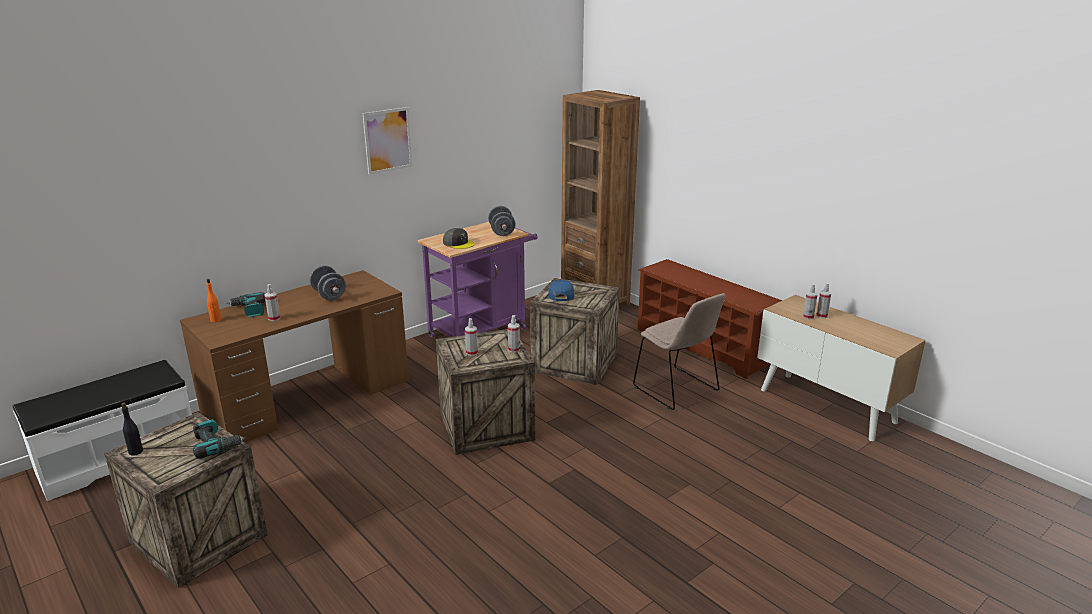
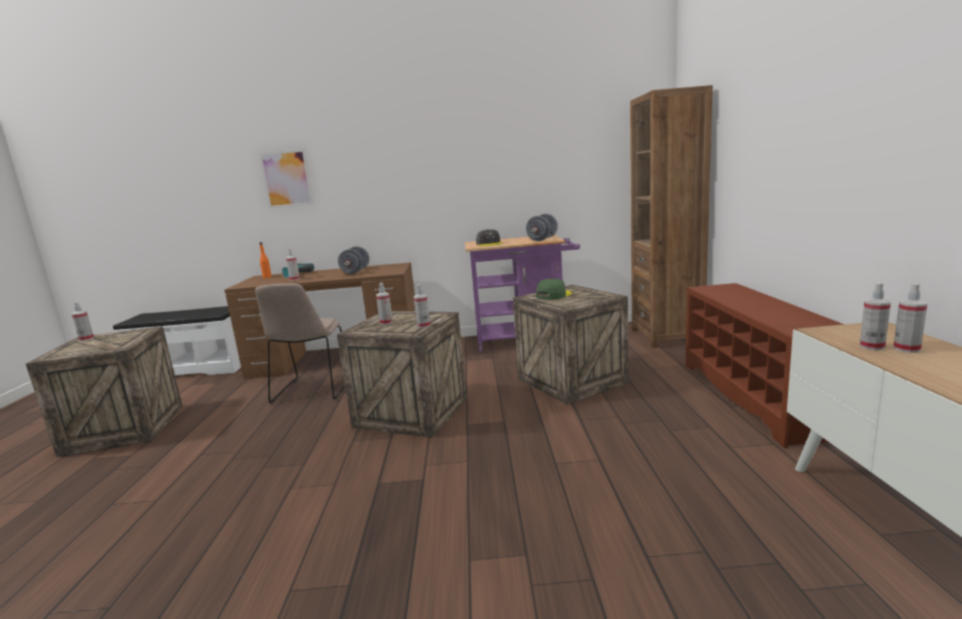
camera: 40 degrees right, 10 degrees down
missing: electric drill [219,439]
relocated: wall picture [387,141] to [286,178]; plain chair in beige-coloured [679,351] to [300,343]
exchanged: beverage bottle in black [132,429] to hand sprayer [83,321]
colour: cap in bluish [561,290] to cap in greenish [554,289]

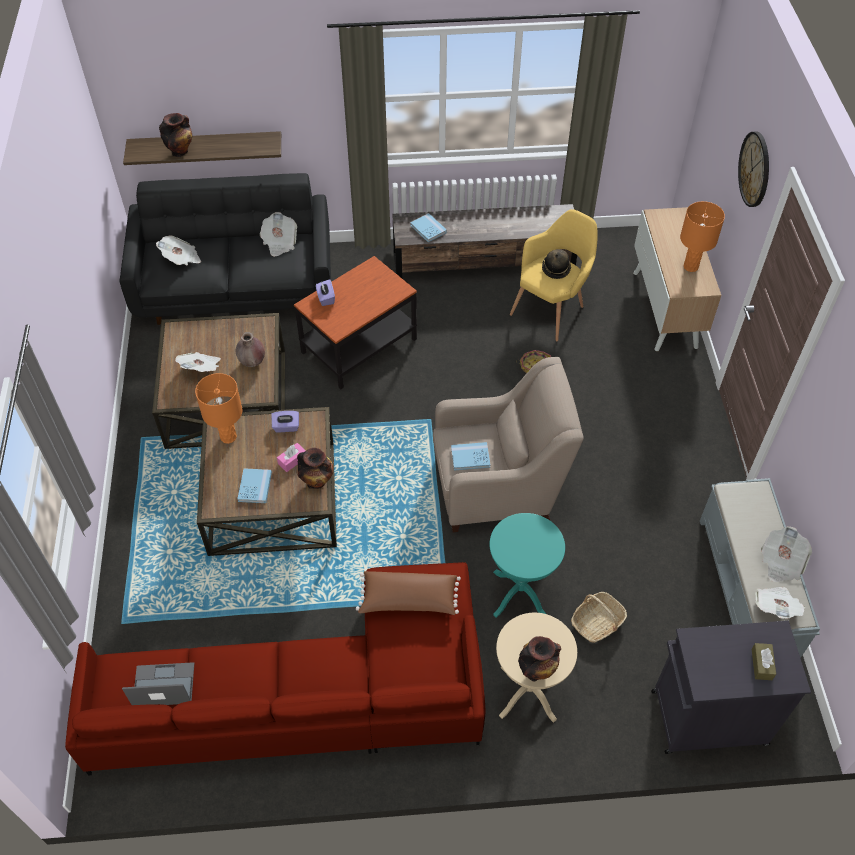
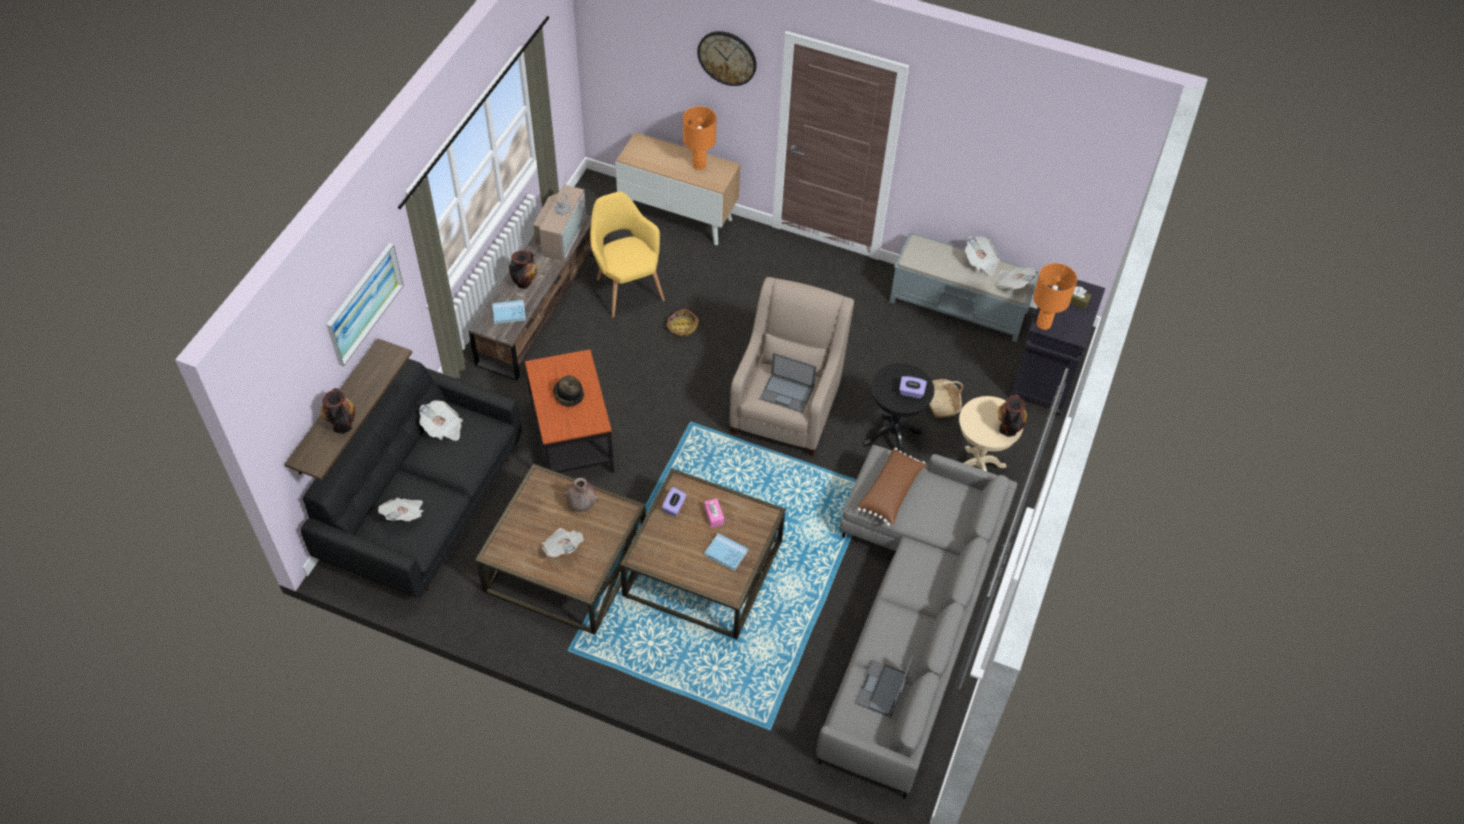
camera: 65 degrees left, 0 degrees up
appeared: television [559,216]; wall picture [365,305]
relocated: clothing hat [556,264] to [568,390]; tissue box in purple [325,292] to [913,387]; lamp for a table in orange-coloured [218,408] to [1055,296]; flower vase [315,468] to [523,269]
exchanged: bound book in bluish [471,456] to laptop [788,383]
colour: side table in turquoise [527,565] to side table in black [898,408]; sofa in red-coloured [275,669] to sofa in grey [916,622]

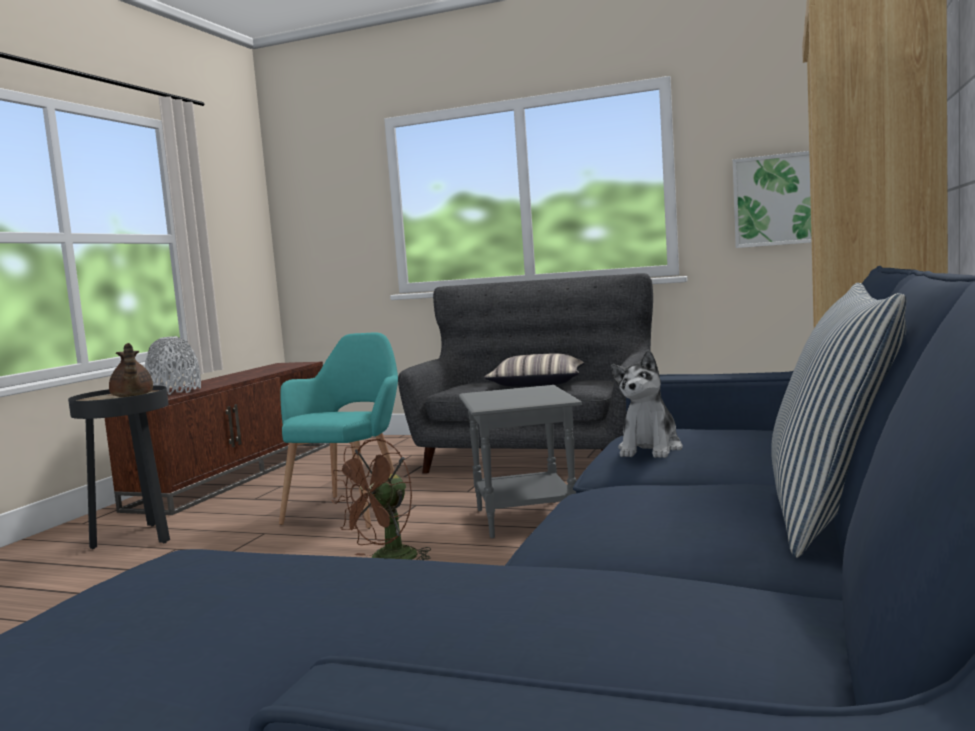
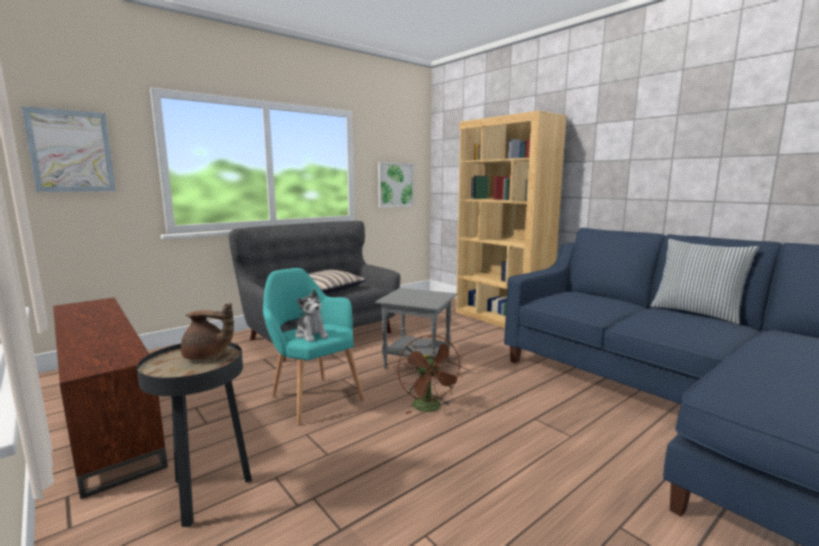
camera: 60 degrees left, 5 degrees up
missing: flower vase in grey [173,365]
appeared: wall picture [68,149]
relocated: soft toy [647,404] to [312,315]

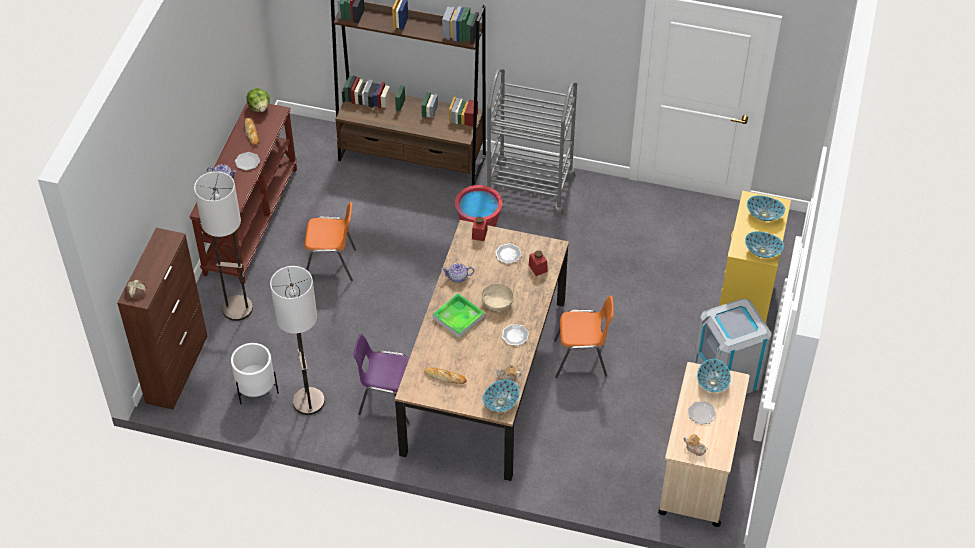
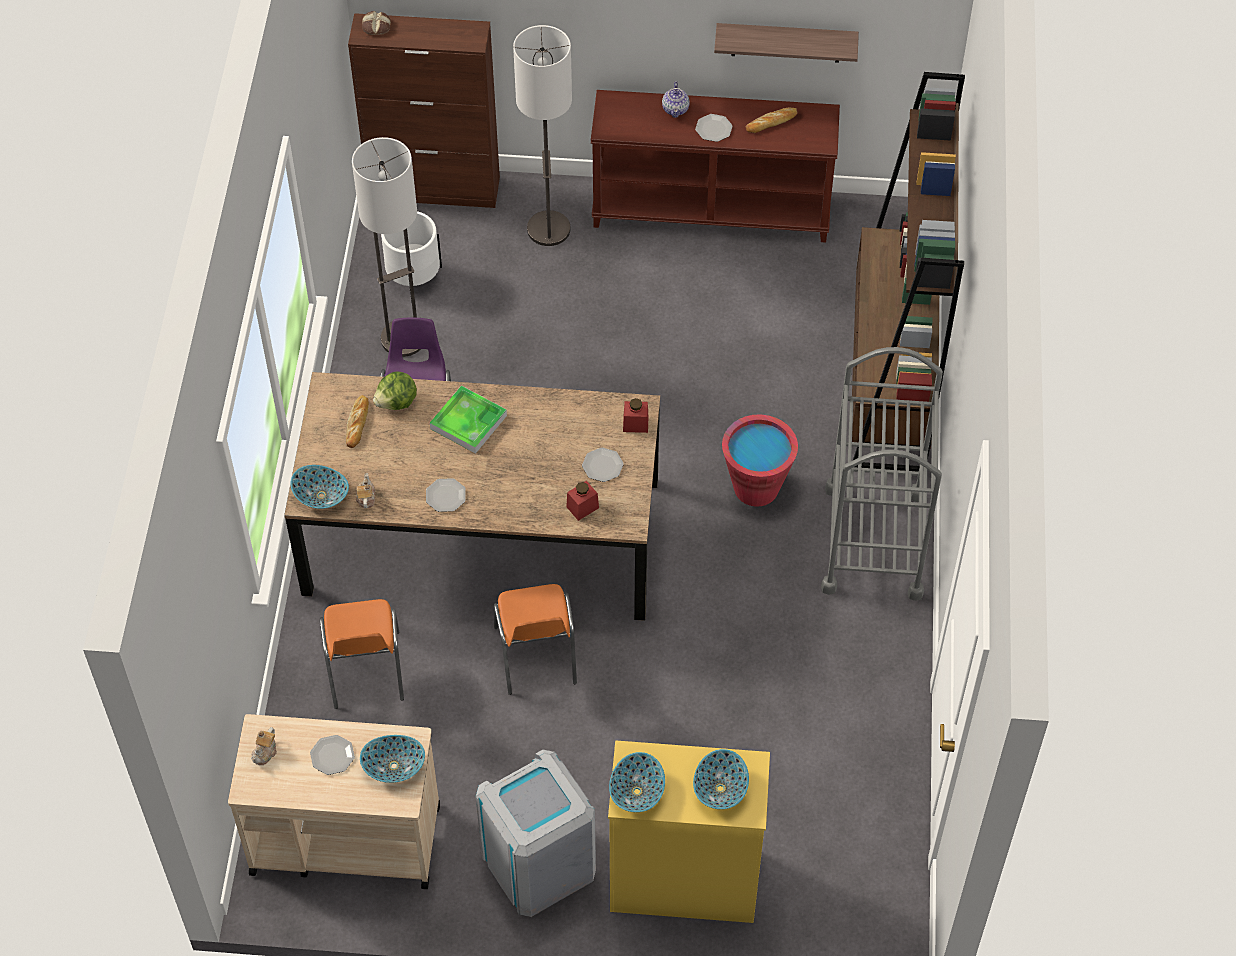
camera: 80 degrees right, 5 degrees up
missing: tea pot [458,273]; serving bowl in beige-coloured [497,297]
appeared: wall shelf [786,43]
relocated: lettuce head [258,100] to [395,390]; plain chair in orange-coloured [330,242] to [362,654]

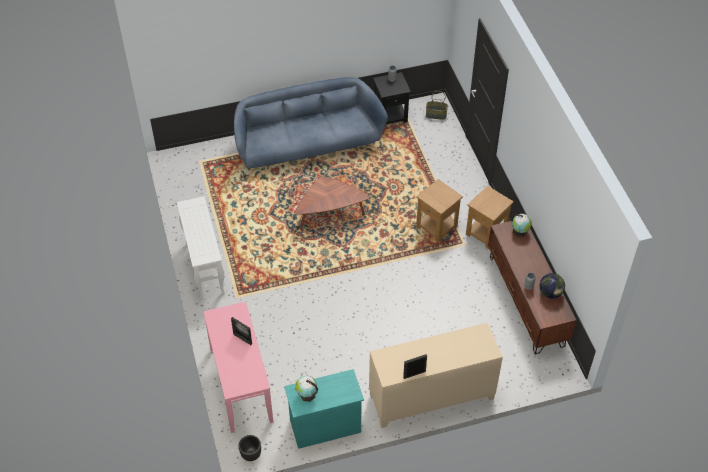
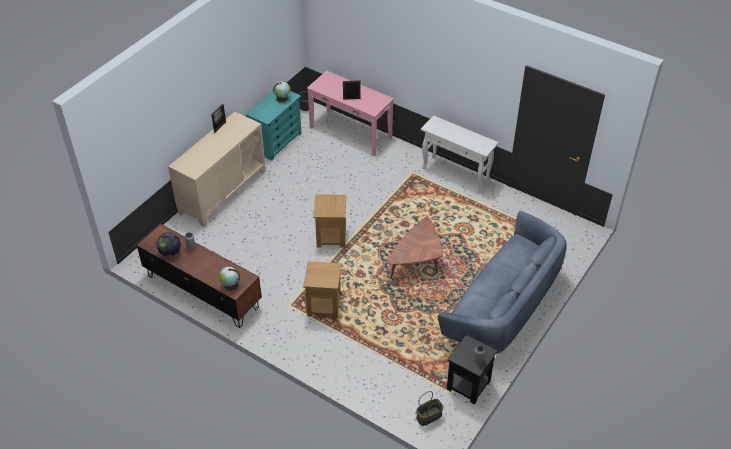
camera: 140 degrees right, 5 degrees down
relocated: side table in brown [490,217] to [330,221]

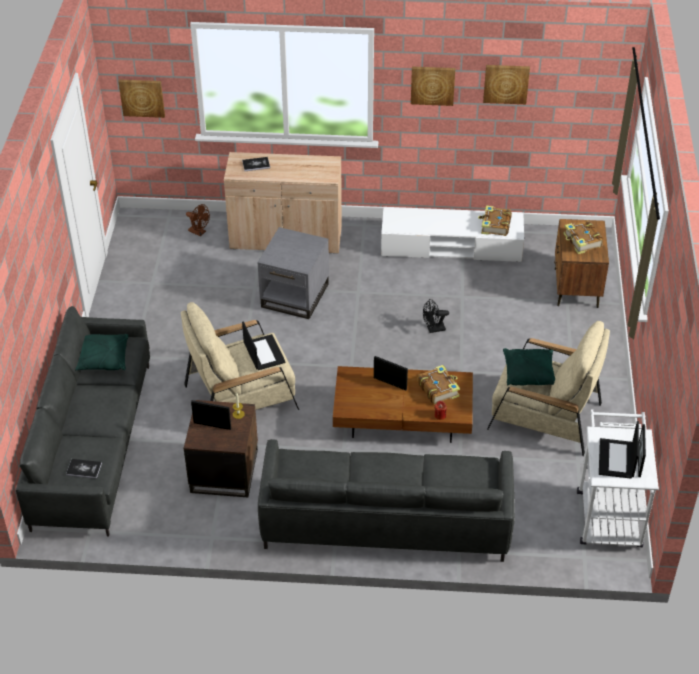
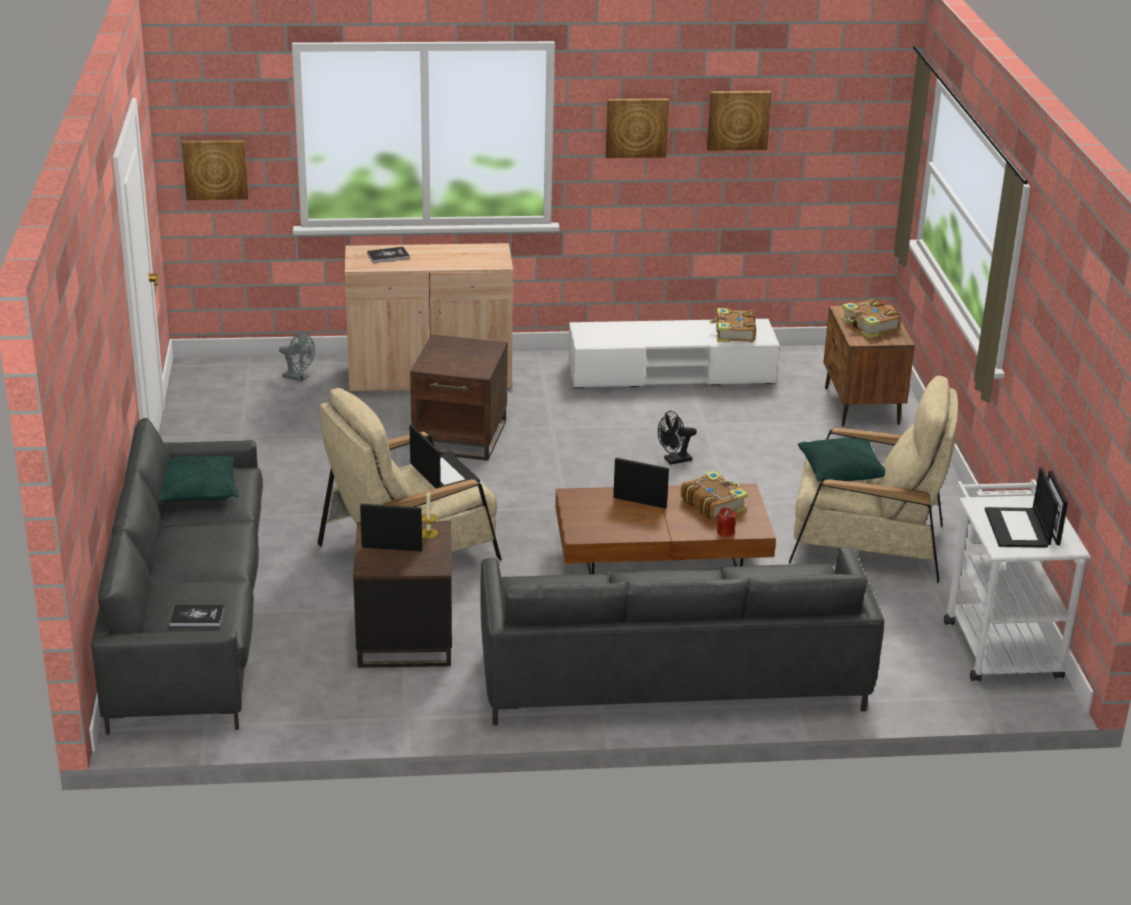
camera: 10 degrees left, 15 degrees down
colour: fan in brown [198,220] to fan in grey [297,356]; side table in grey [293,273] to side table in brown [459,398]

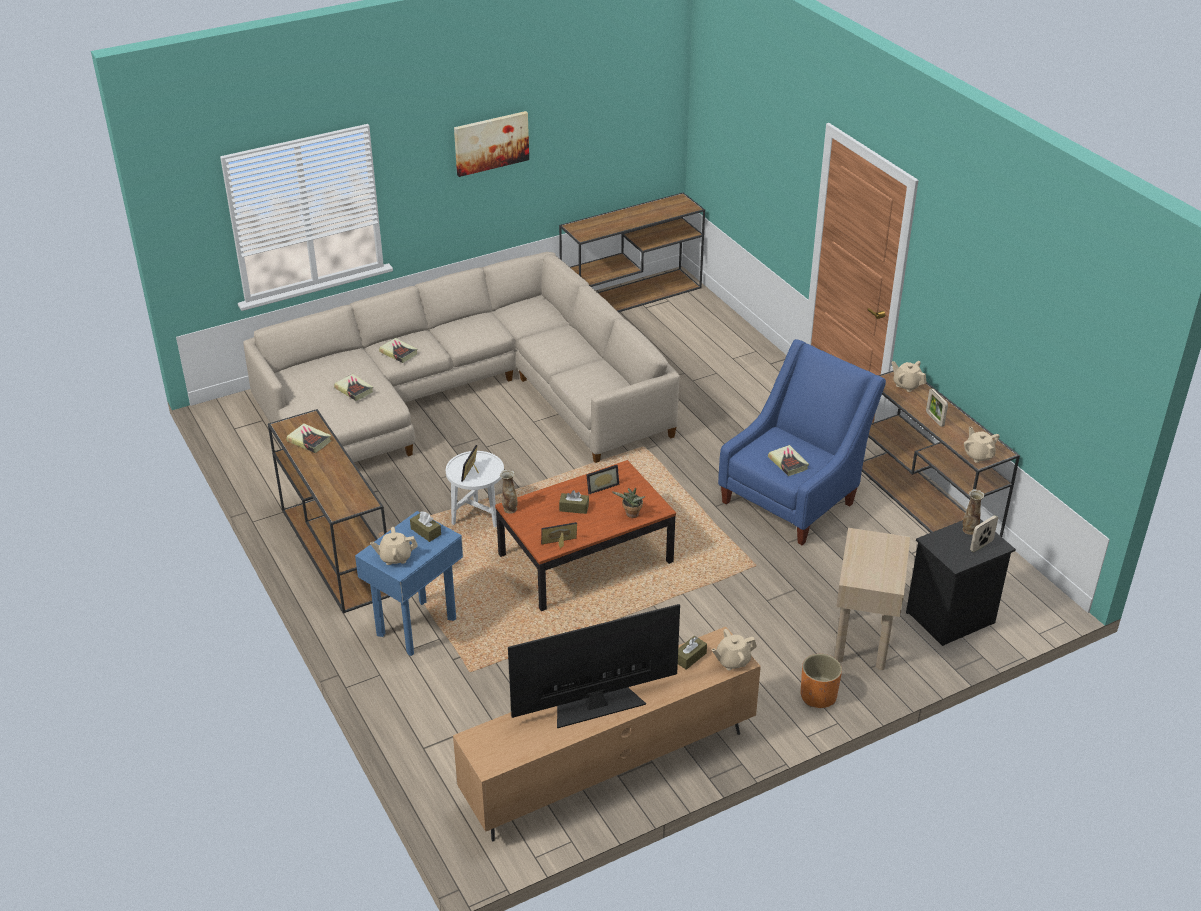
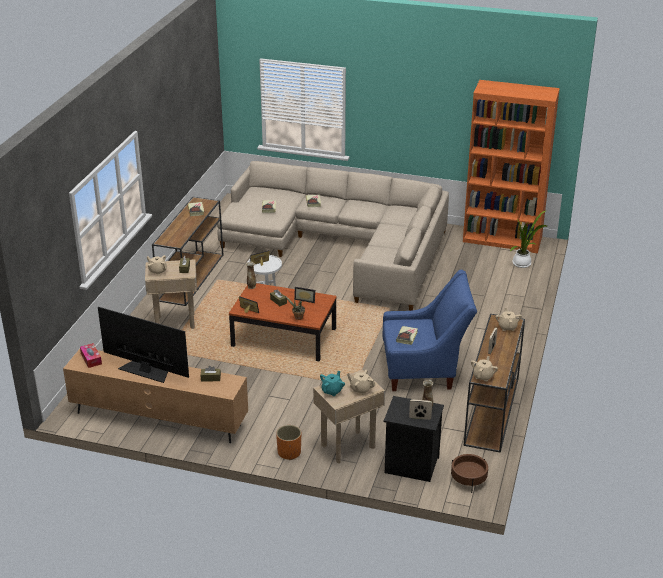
camera: 45 degrees right, 5 degrees down
missing: wall picture [491,144]
appeared: potted plant [528,239]; tissue box [91,355]; tea pot in turquoise [332,383]; planter in brown [469,473]
relocated: tea pot in beige-coloured [734,649] to [361,382]
exchanged: hall table in brown [632,252] to bookcase in orange-coloured [511,166]
colour: side table in bluish [409,583] to side table in beige-coloured [171,294]

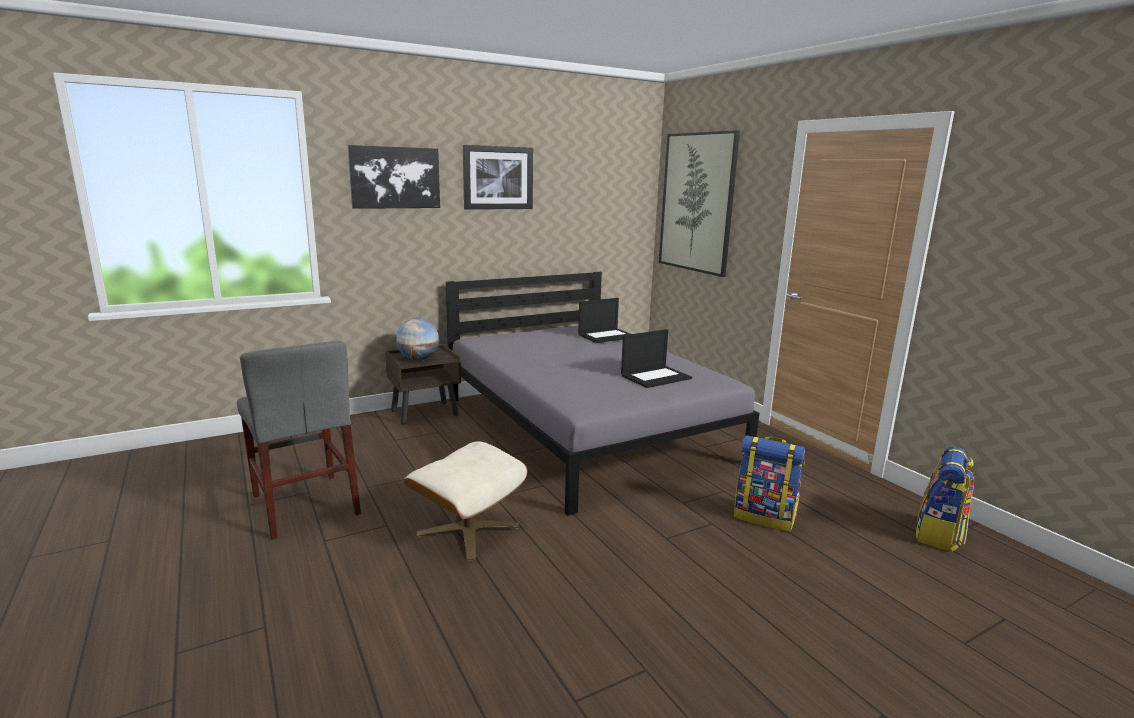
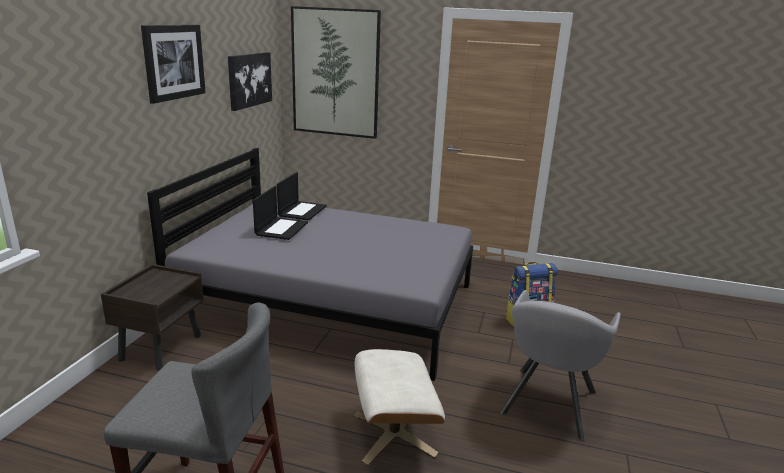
camera: 45 degrees left, 5 degrees up
missing: globe [417,339]; knapsack [945,498]
appeared: armchair in grey [560,366]
relocated: wall picture [394,177] to [250,81]; laptop [656,358] to [280,213]

